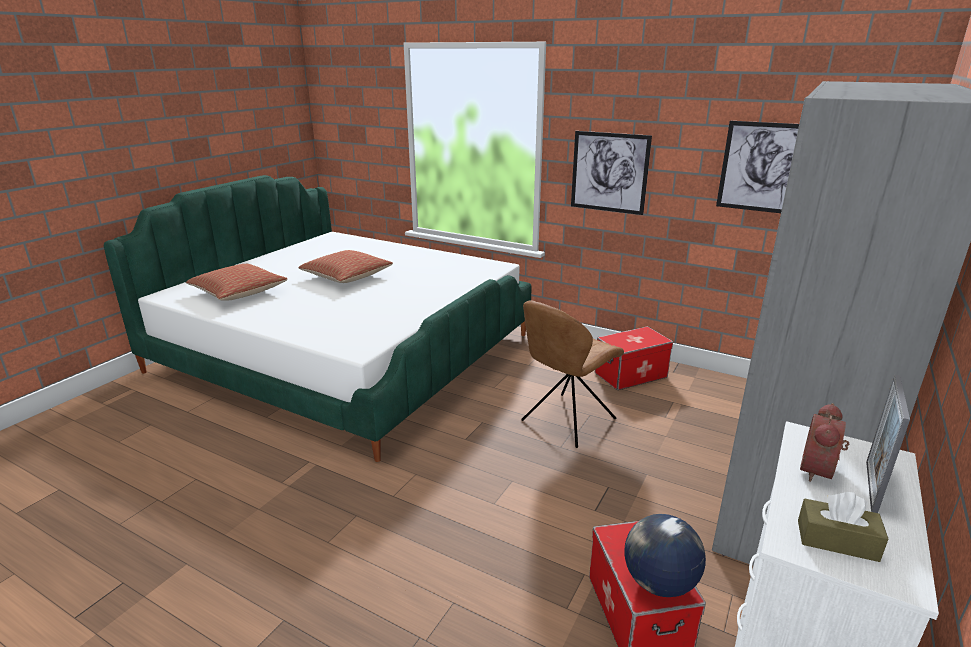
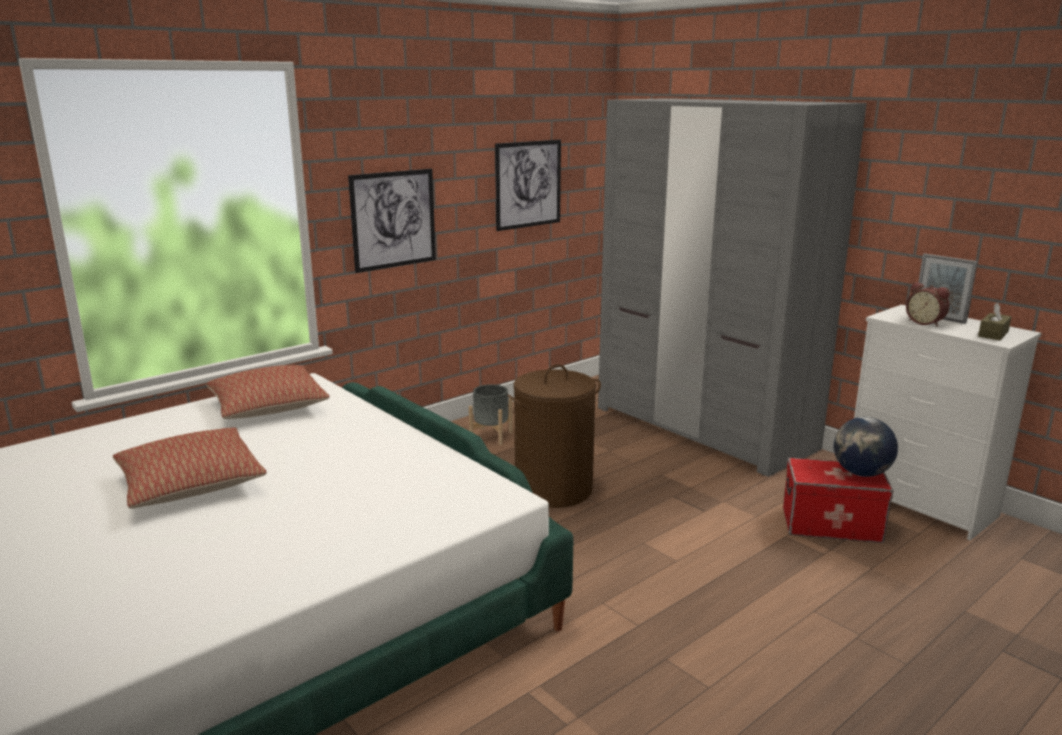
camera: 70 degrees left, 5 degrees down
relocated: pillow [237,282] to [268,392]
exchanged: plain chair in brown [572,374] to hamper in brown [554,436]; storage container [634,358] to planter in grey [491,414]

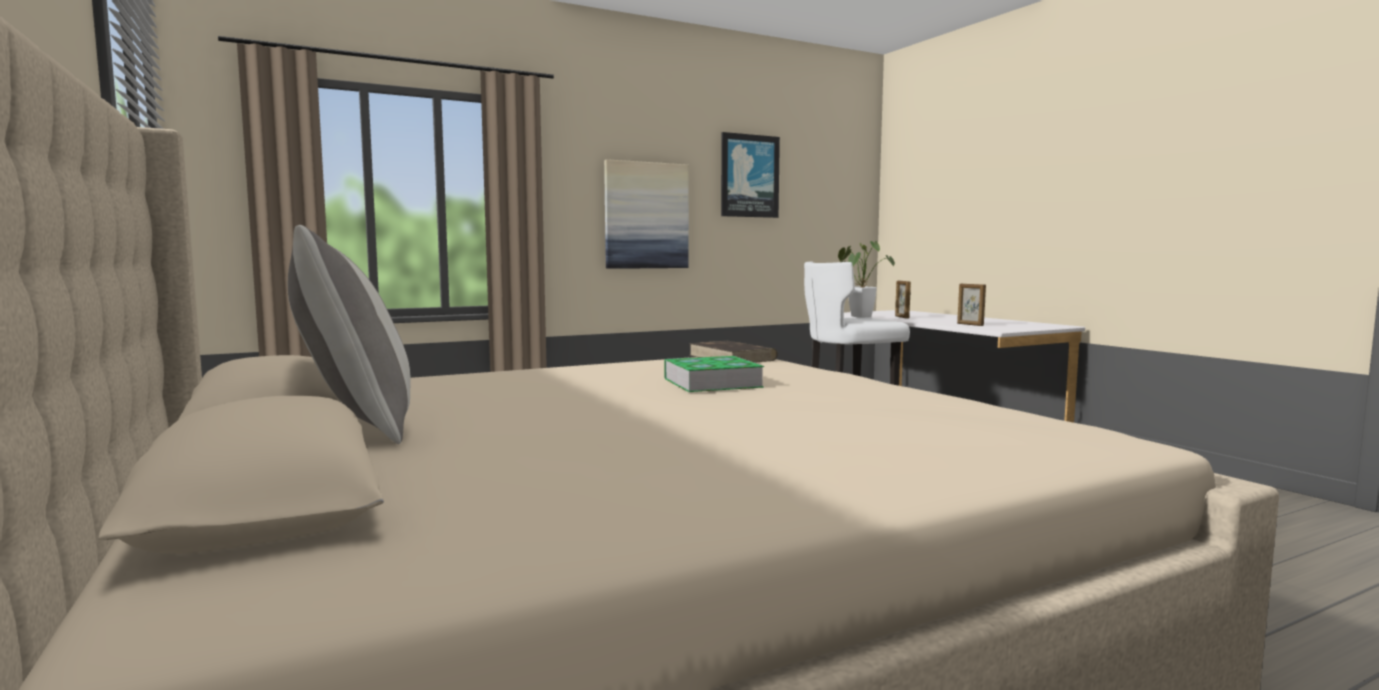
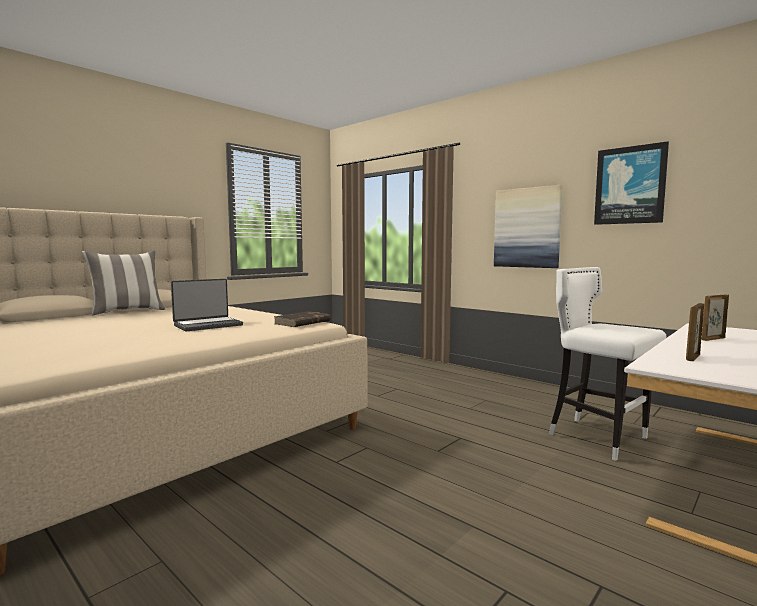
camera: 70 degrees right, 0 degrees up
missing: potted plant [866,279]
exchanged: bound book [714,374] to laptop [207,305]

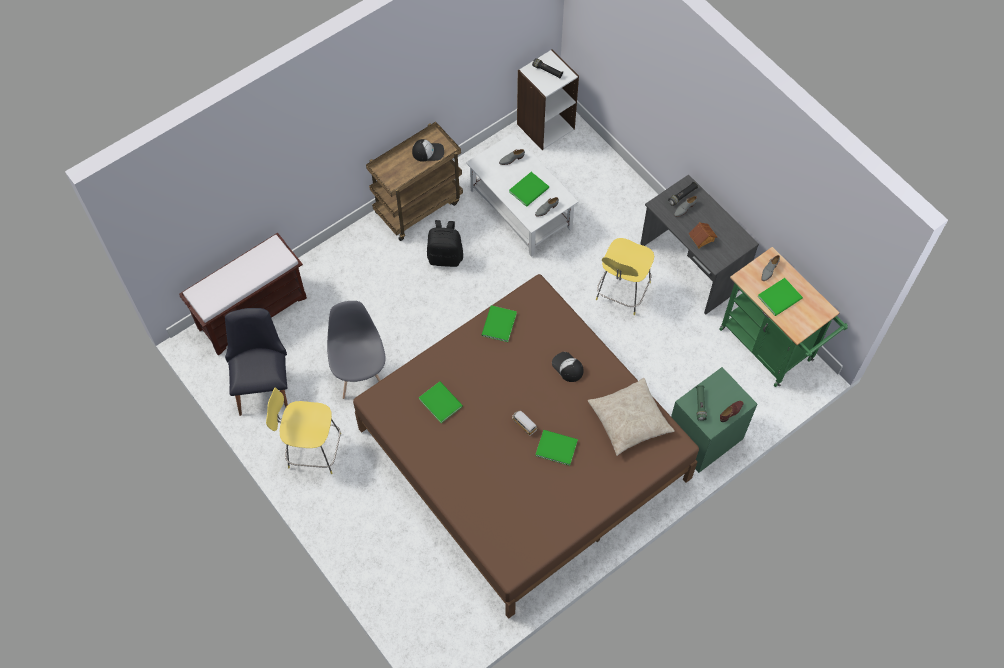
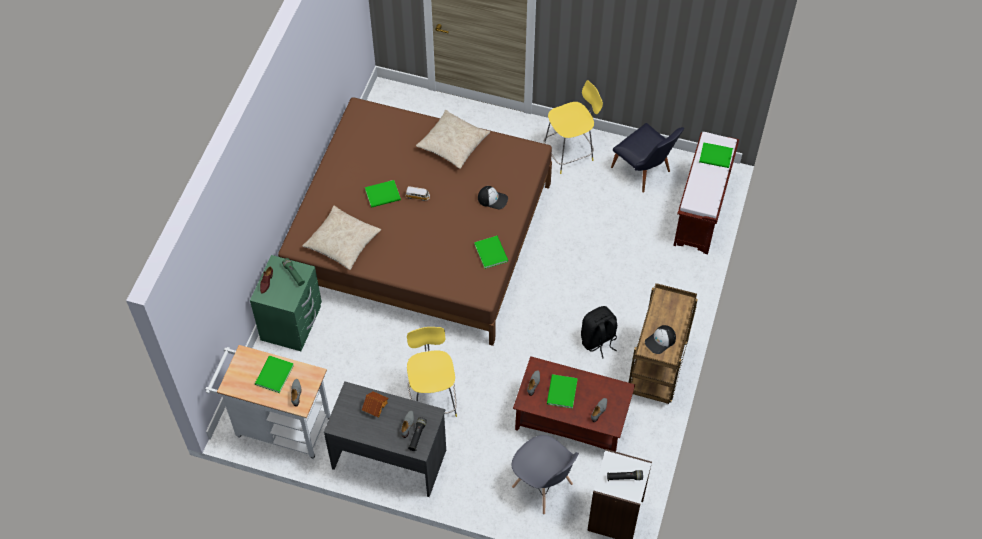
camera: 145 degrees right, 5 degrees down
appeared: pillow in beige-coloured [453,139]
relocated: plain chair in grey [356,350] to [545,474]; cap [567,367] to [493,198]; bound book in greenish [441,402] to [716,155]
colour: lounge table in whitish [522,195] to lounge table in brown [574,404]; wheeled cart in greenish [784,317] to wheeled cart in whitish [268,402]

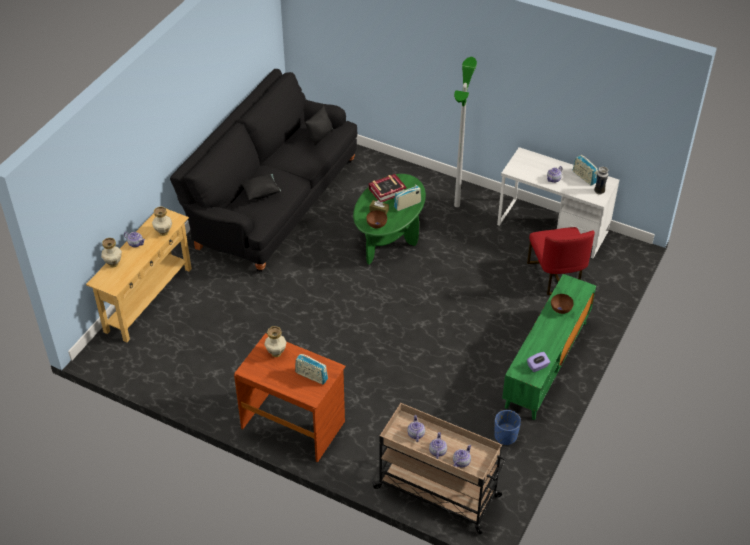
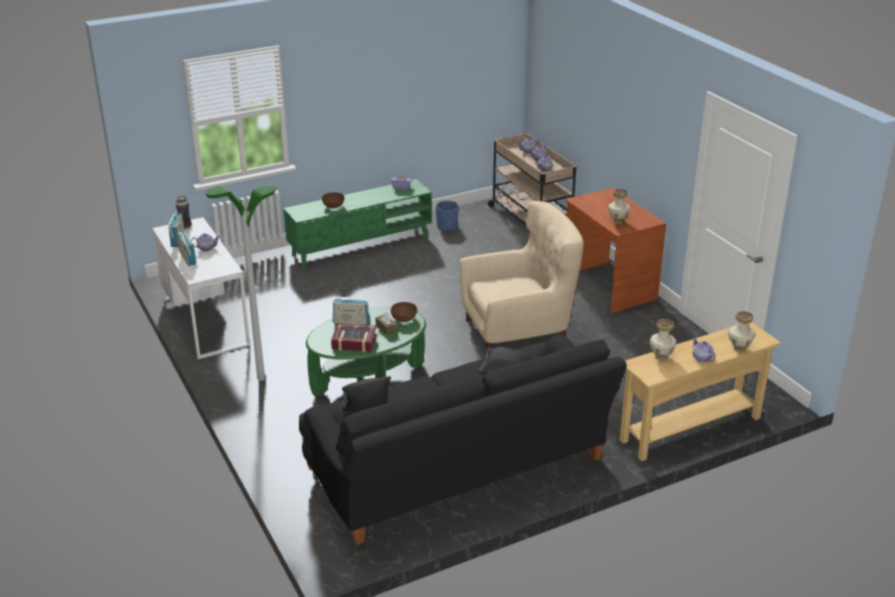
camera: 145 degrees left, 15 degrees down
missing: plain chair in red-coloured [561,261]
appeared: armchair in beige-coloured [522,275]
relocated: radio receiver [311,369] to [186,248]

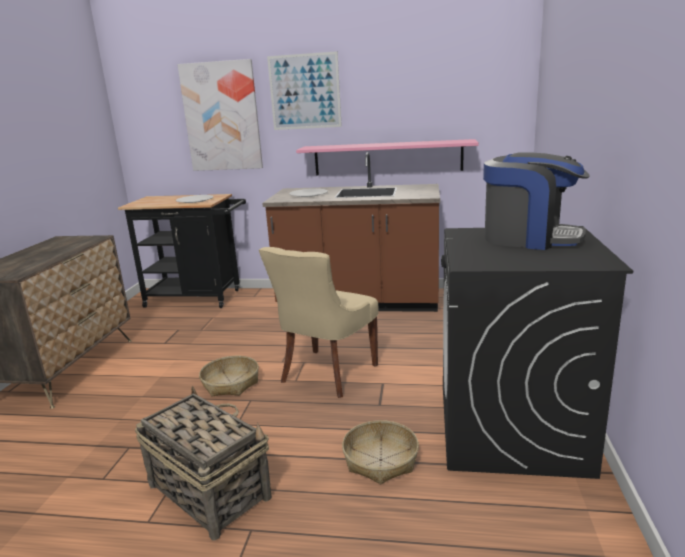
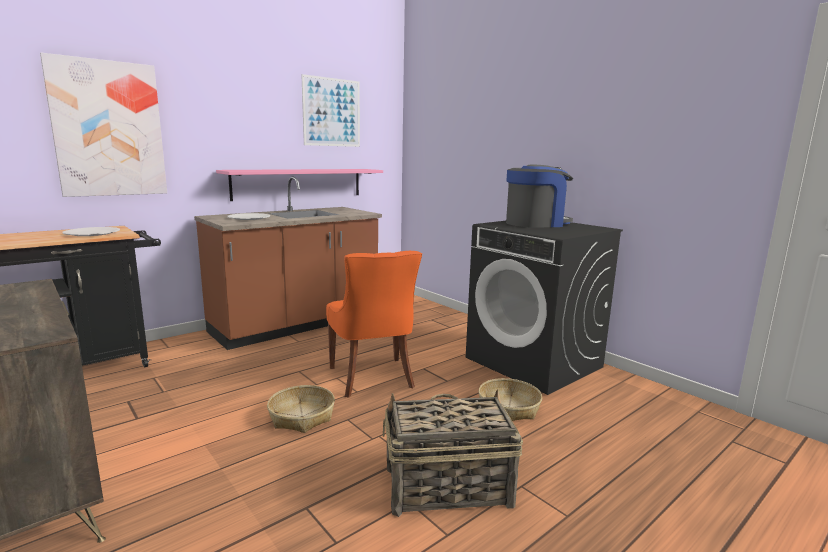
camera: 50 degrees left, 5 degrees down
relocated: wall picture [304,90] to [330,110]
colour: plain chair in beige-coloured [318,322] to plain chair in orange-coloured [374,324]

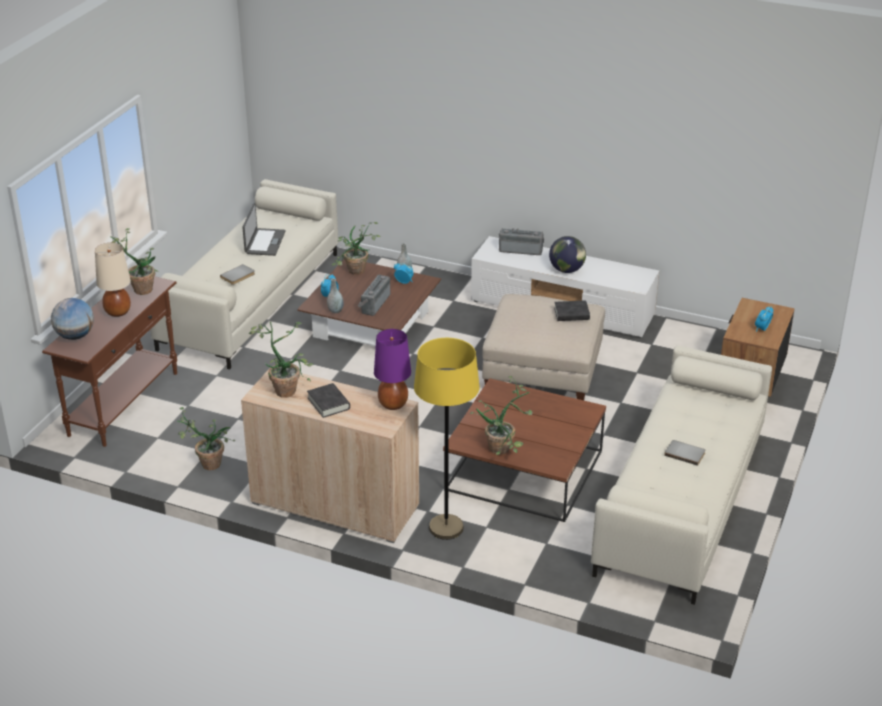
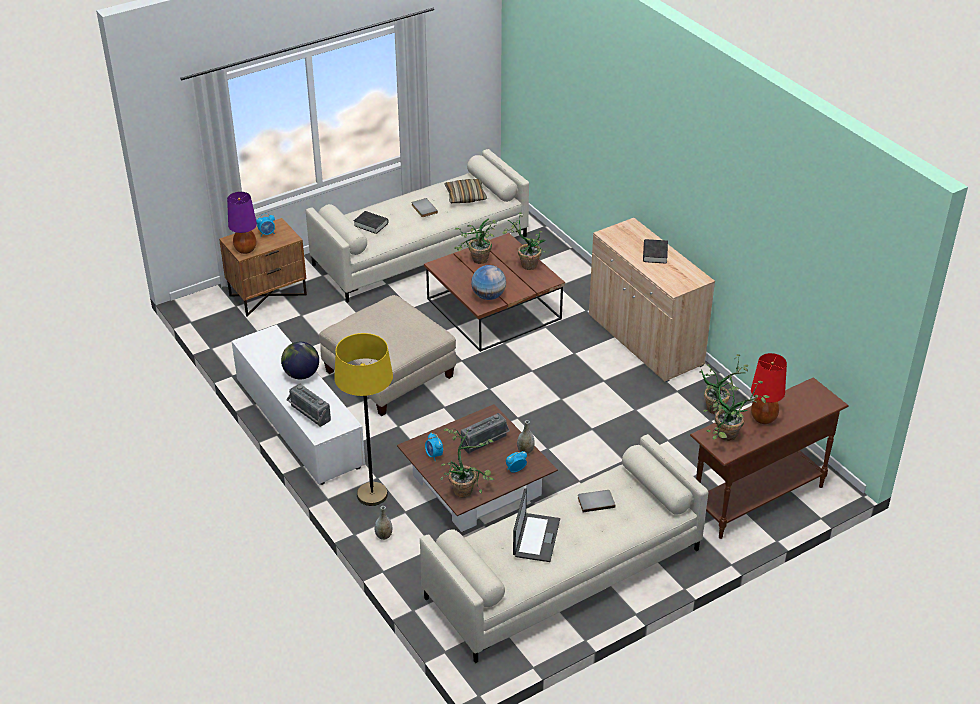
camera: 145 degrees left, 5 degrees up
appeared: pillow [465,191]
relocated: globe [72,319] to [488,282]; bound book in black [572,310] to [371,222]; potted plant [281,359] to [475,241]; lamp for a table in purple [392,369] to [242,223]; standing lamp in yellow-coloured [447,439] to [363,419]
colour: lamp for a table in beige-coloured [113,280] to lamp for a table in red-coloured [769,388]
spun: laptop [264,229] = [536,525] 150 degrees clockwise

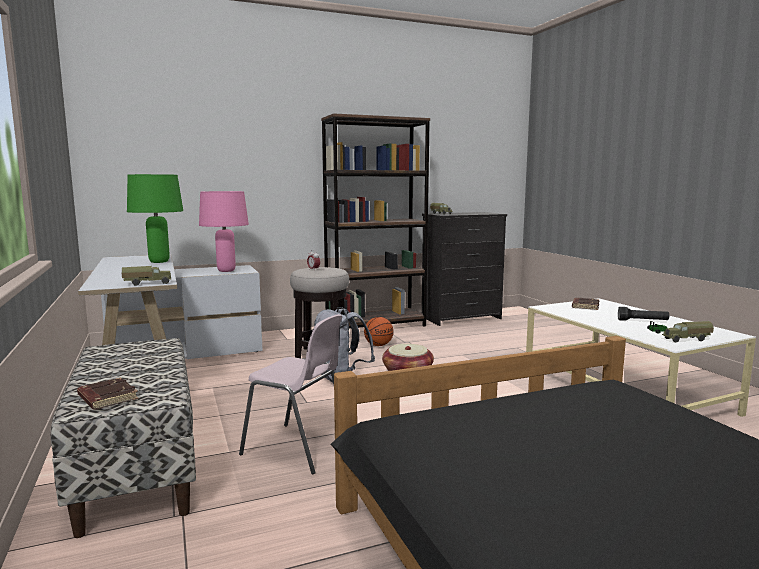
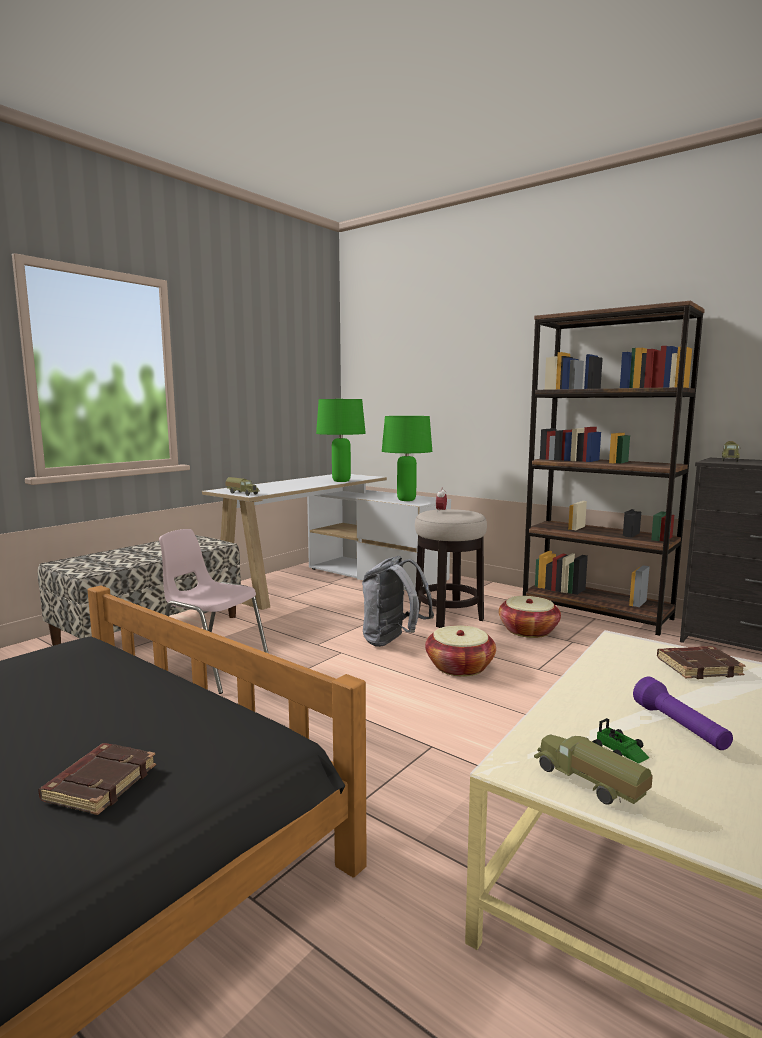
camera: 60 degrees right, 0 degrees up
relocated: bound book in brown [107,393] to [97,779]
exchanged: basketball [379,331] to storage basket [530,617]
colour: lamp for a table in pink-coloured [224,231] to lamp for a table in greenish [407,458]; flashlight in black [643,314] to flashlight in purple [683,713]
spun: plain chair in pink-coloured [290,394] = [213,611] 120 degrees clockwise

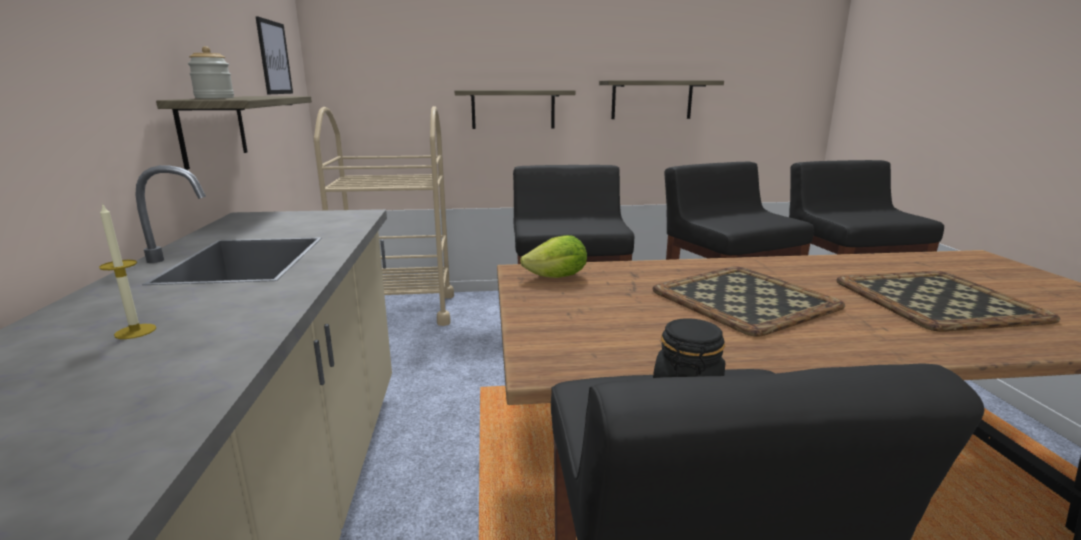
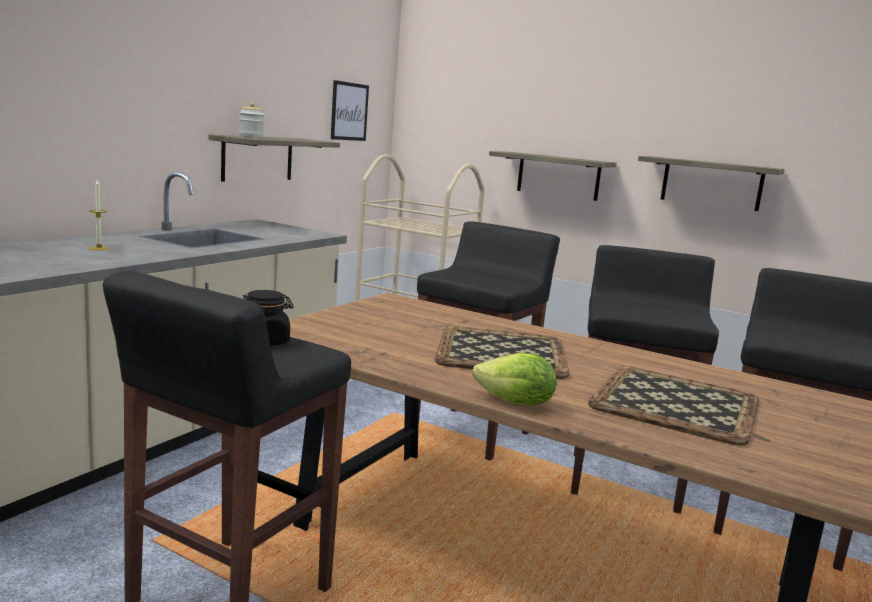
camera: 35 degrees right, 5 degrees down
relocated: lettuce head [553,256] to [515,379]

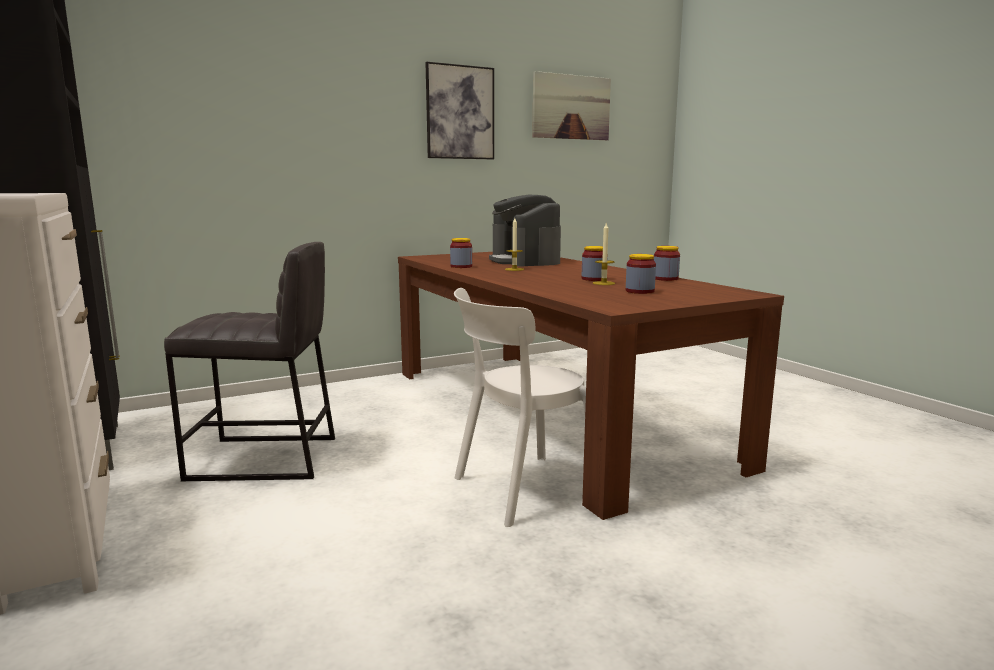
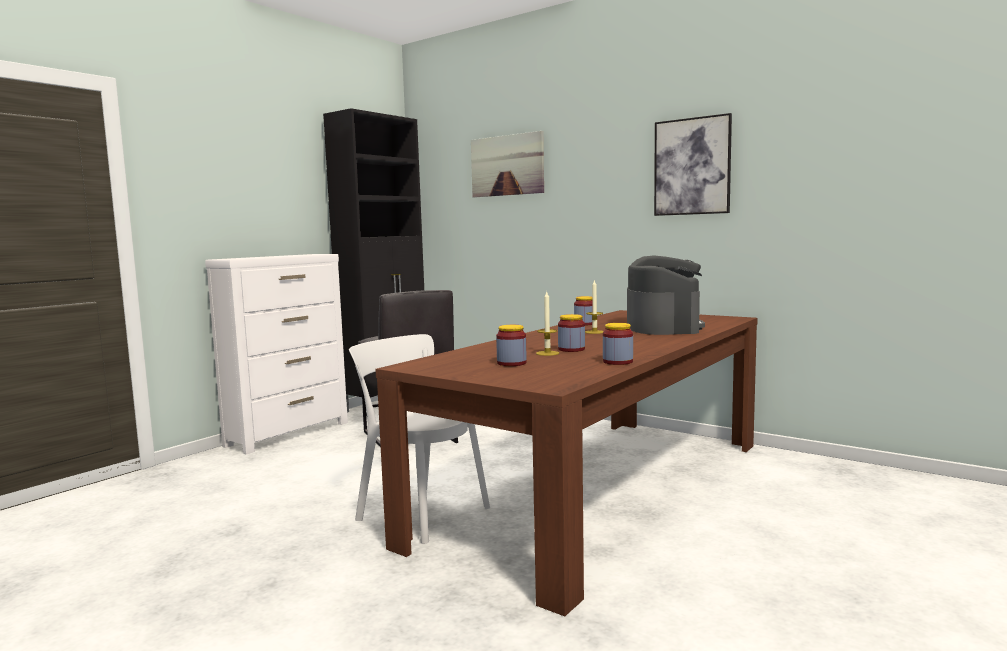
camera: 65 degrees right, 5 degrees down
relocated: wall picture [571,105] to [507,164]
spun: coffee machine [525,230] = [666,295] 135 degrees clockwise

